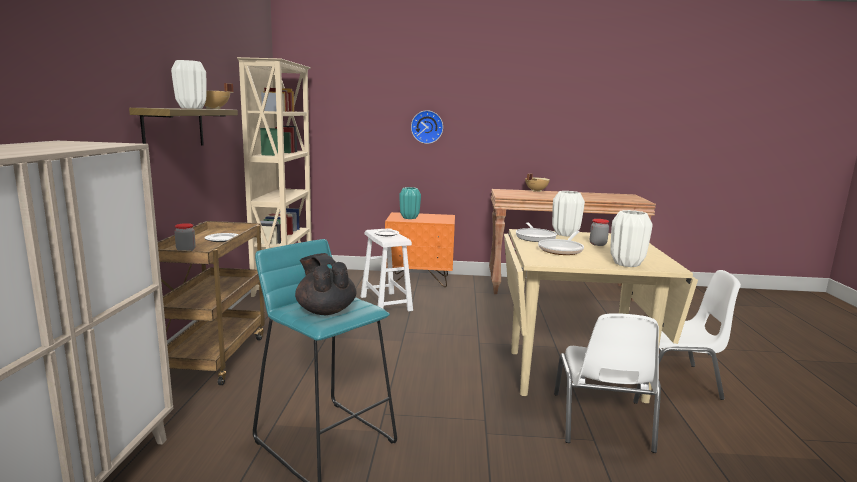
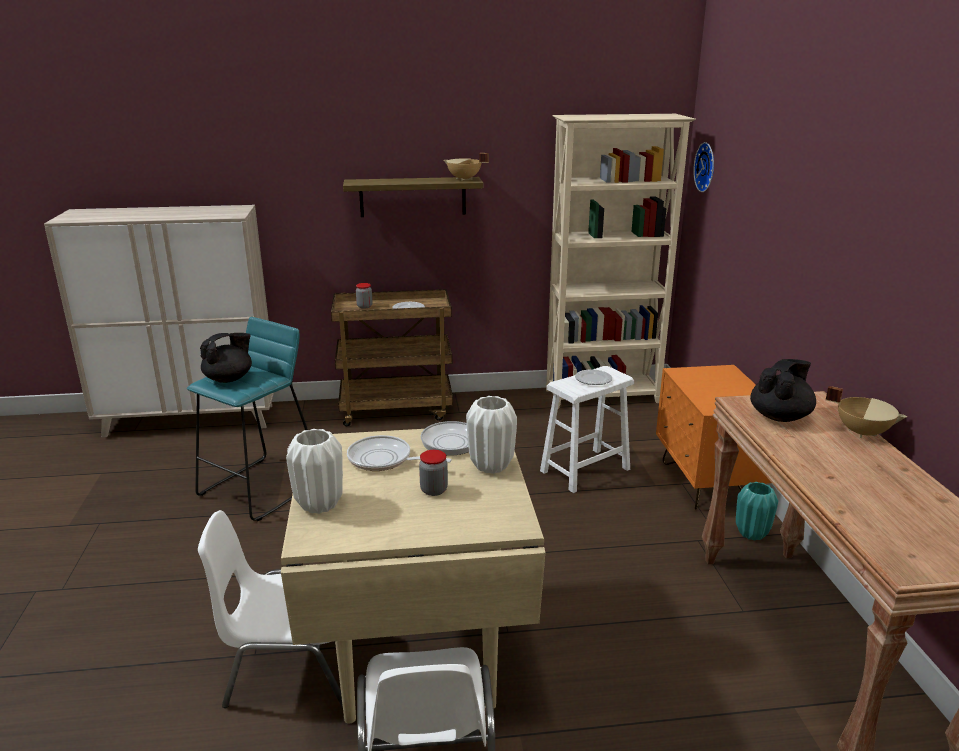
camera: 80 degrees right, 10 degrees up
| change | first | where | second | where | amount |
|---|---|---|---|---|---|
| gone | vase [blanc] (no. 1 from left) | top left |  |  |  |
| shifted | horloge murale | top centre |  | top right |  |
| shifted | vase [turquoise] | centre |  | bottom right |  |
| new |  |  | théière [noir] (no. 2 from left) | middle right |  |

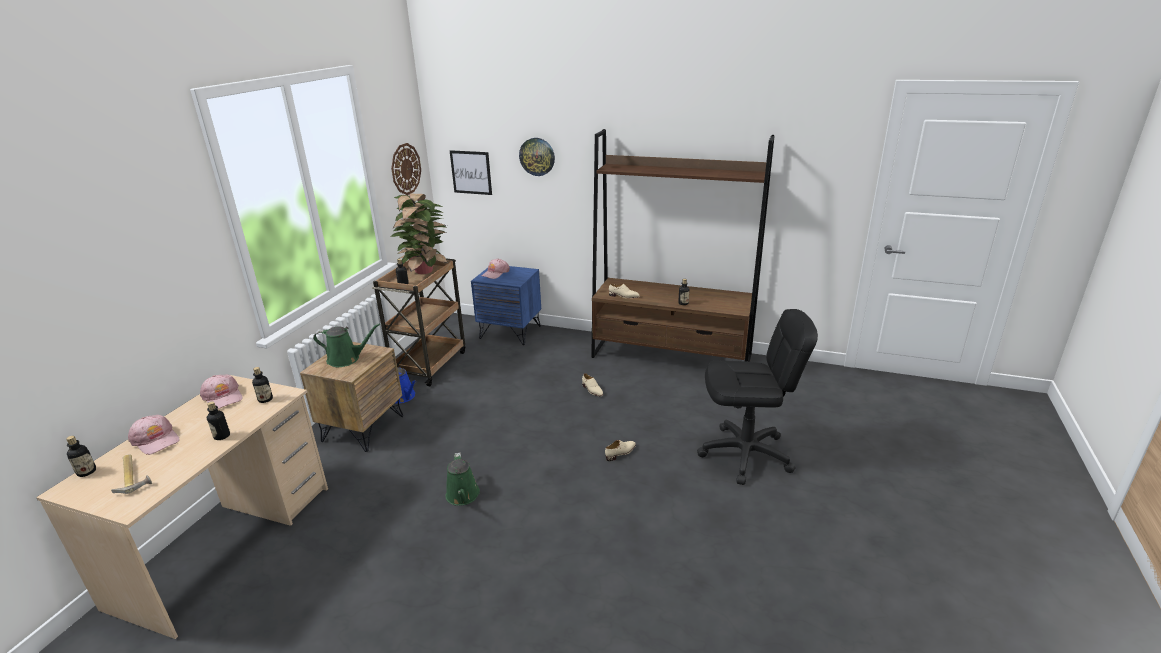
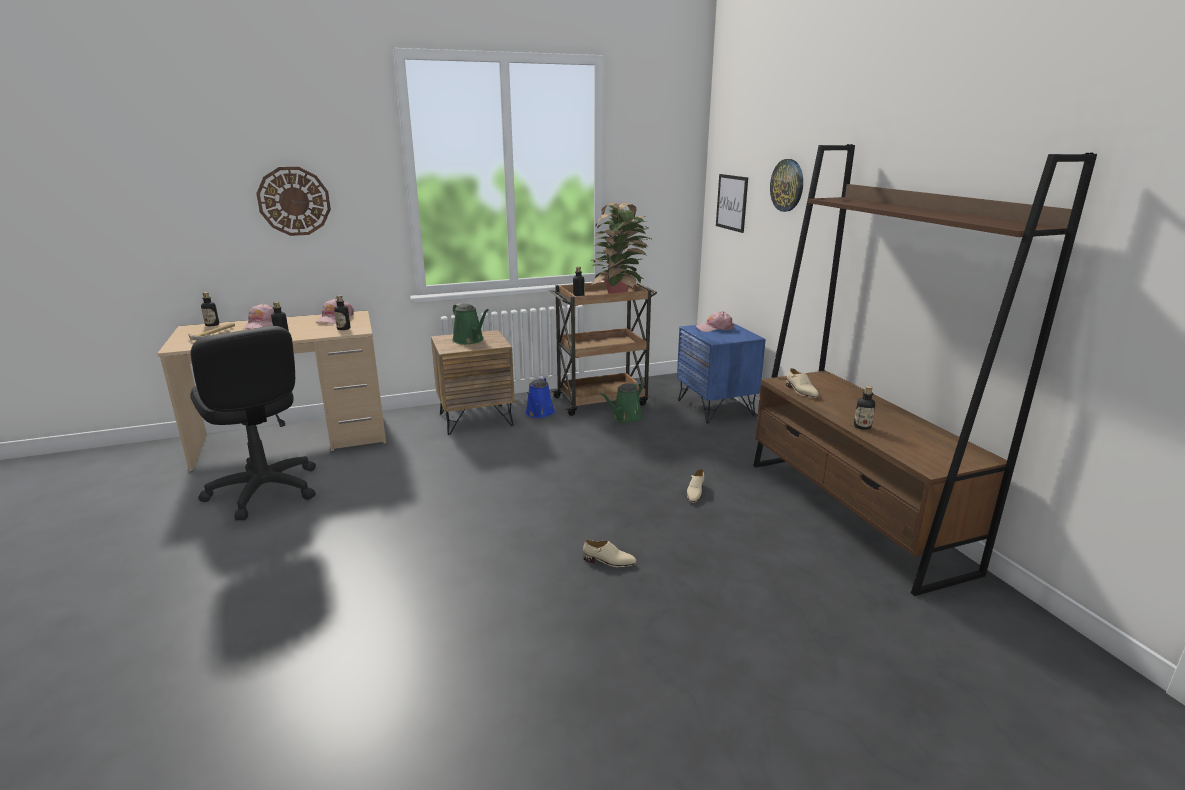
camera: 50 degrees right, 5 degrees down
| change | first | where | second | where | amount |
|---|---|---|---|---|---|
| shifted | horloge murale (no. 1 from left) | top centre |  | top left |  |
| shifted | chaise de bureau [noir] | centre |  | middle left |  |
| shifted | arrosoir [vert] (no. 2 from left) | bottom centre |  | centre |  |

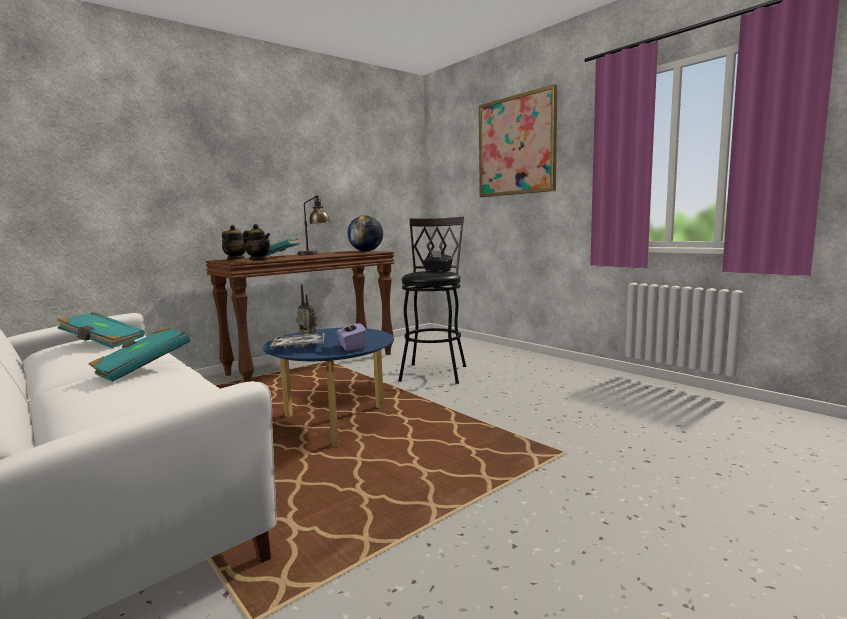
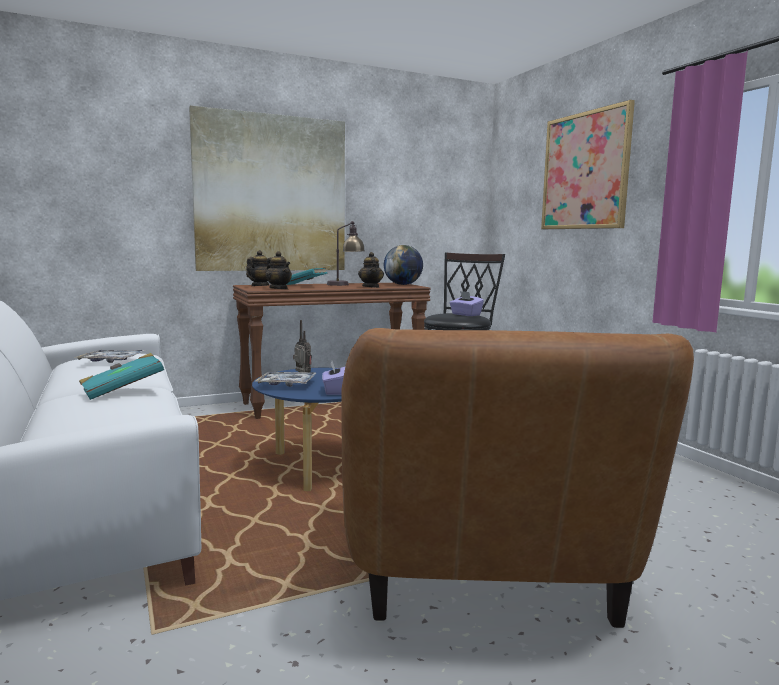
camera: 15 degrees right, 0 degrees up
| change | first | where | second | where | amount |
|---|---|---|---|---|---|
| repainted | boîte à mouchoirs [noir] | centre | boîte à mouchoirs [violet] (no. 2 from left) | centre |  |
| swapped | livre [turquoise] (no. 1 from left) | middle left | plateau (no. 1 from left) | middle left |  |
| new |  |  | tableau (no. 1 from left) | top centre |  |
| new |  |  | théière (no. 3 from left) | centre |  |
| new |  |  | fauteuil [marron] | bottom centre |  |

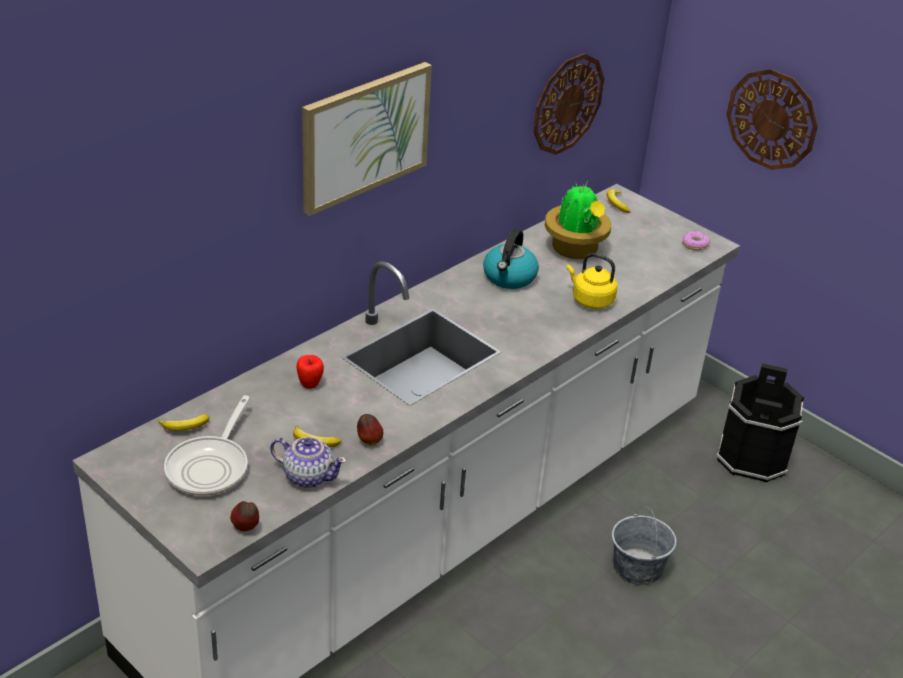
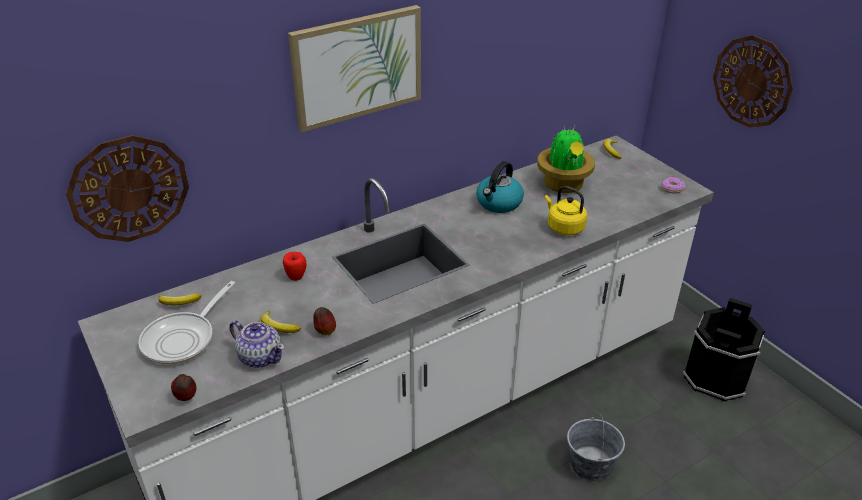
camera: 15 degrees right, 0 degrees up
| change | first | where | second | where | amount |
|---|---|---|---|---|---|
| shifted | horloge murale (no. 1 from left) | top centre |  | middle left |  |

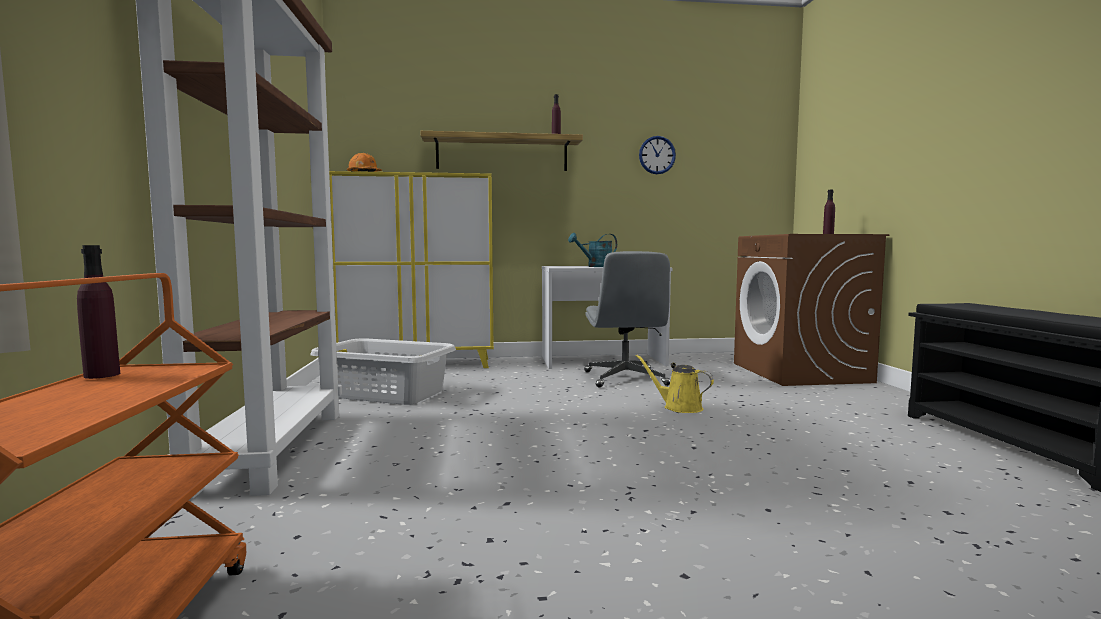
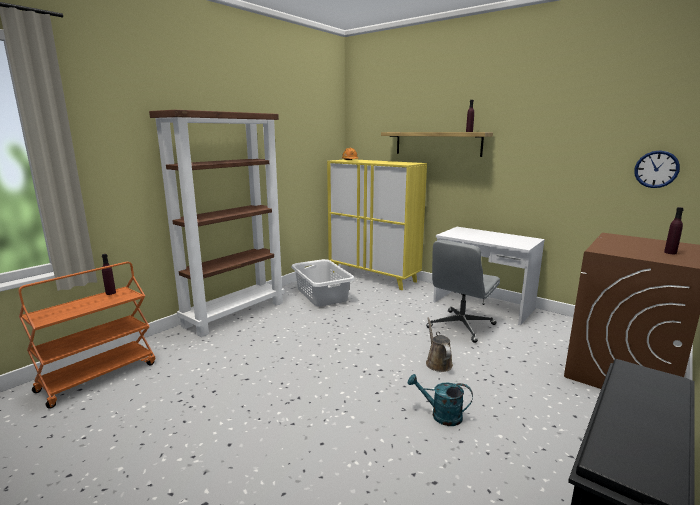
camera: 45 degrees right, 10 degrees up
| change | first | where | second | where | amount |
|---|---|---|---|---|---|
| shifted | horloge murale | top centre |  | middle right |  |
| shifted | arrosoir [turquoise] | centre |  | bottom centre |  |
| repainted | arrosoir [jaune] | centre | arrosoir [marron] | bottom centre |  |

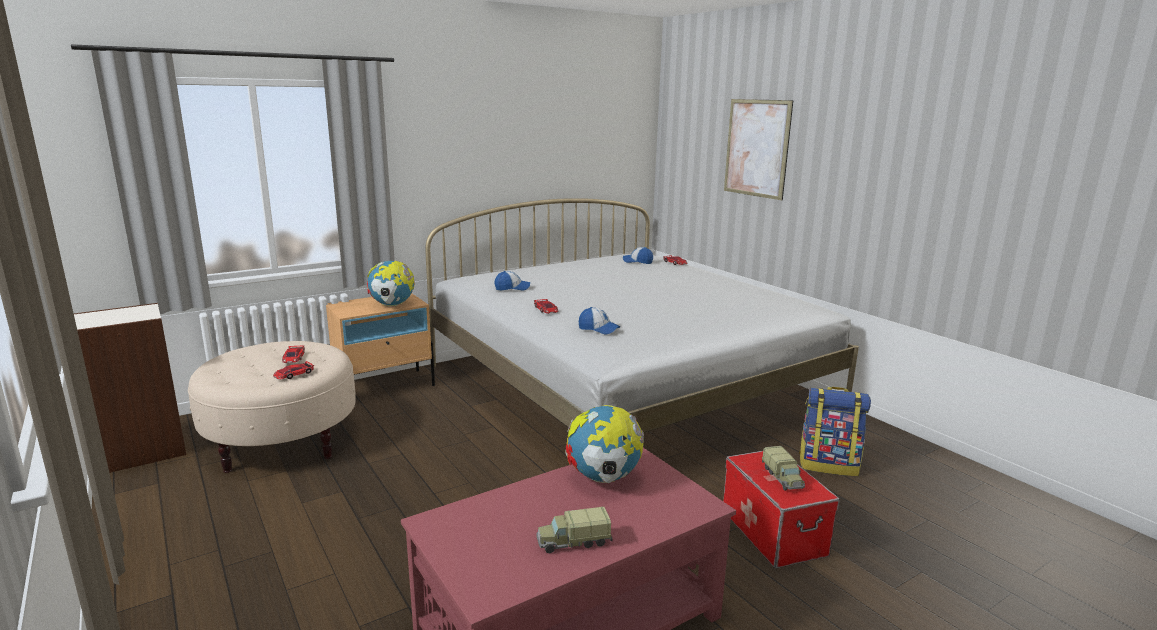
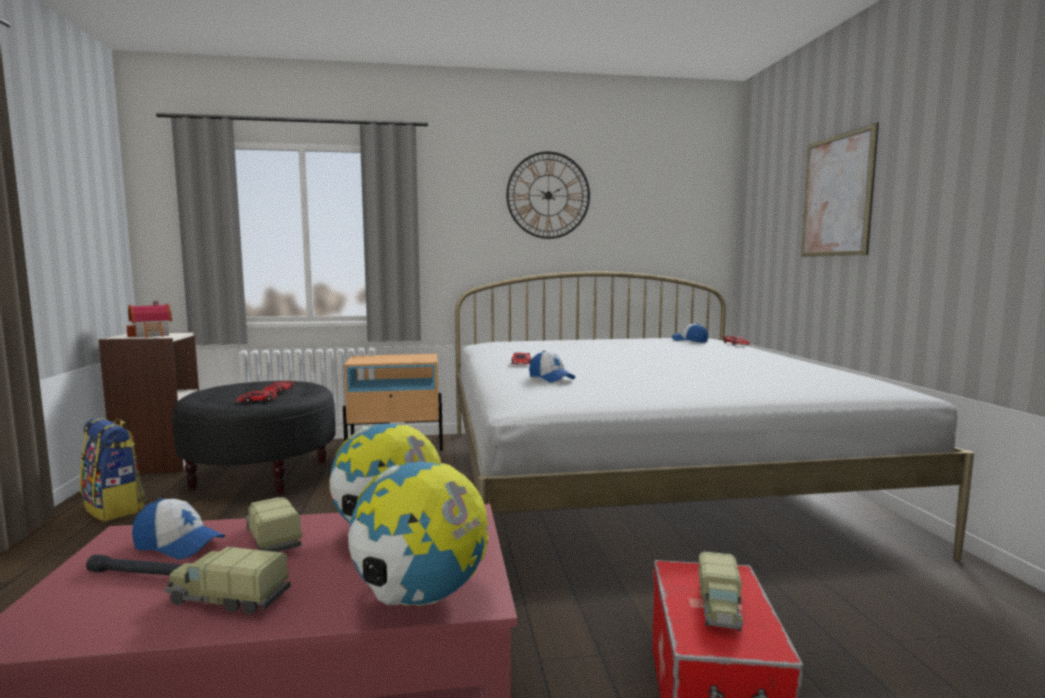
camera: 25 degrees right, 10 degrees down
| change | first | where | second | where | amount |
|---|---|---|---|---|---|
| shifted | globe (no. 1 from left in the first image) | centre | globe (no. 2 from left) | bottom centre |  |
| shifted | casquette (no. 1 from left) | centre |  | bottom left |  |
| repainted | pouf [beige] | middle left | pouf [noir] | middle left |  |
| shifted | sac à dos | bottom right |  | bottom left |  |
| new |  |  | horloge murale | top centre |  |
| new |  |  | maison miniature | middle left |  |
| new |  |  | camion jouet (no. 2 from left) | bottom left |  |
| new |  |  | lampe de poche [noir] | bottom left |  |

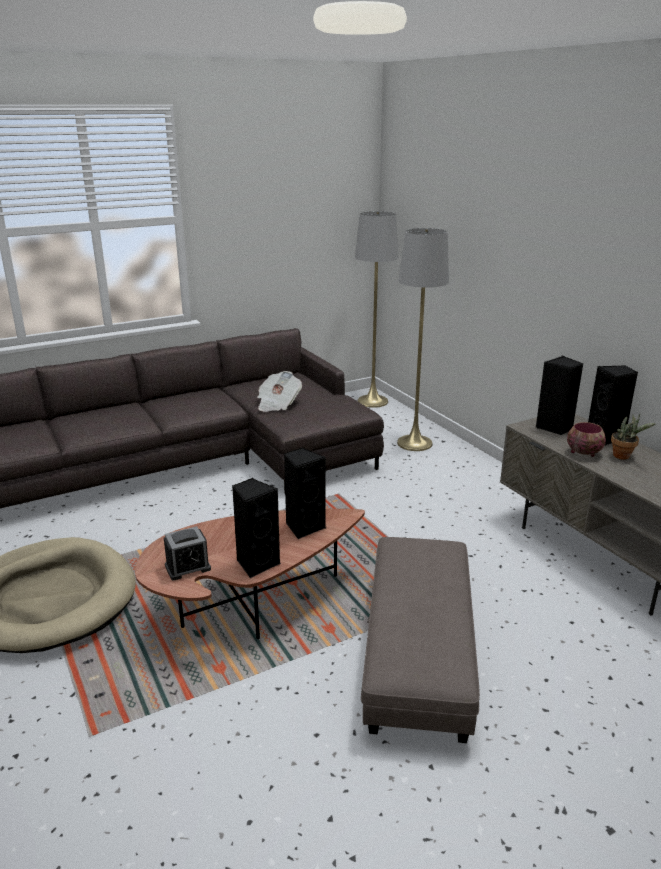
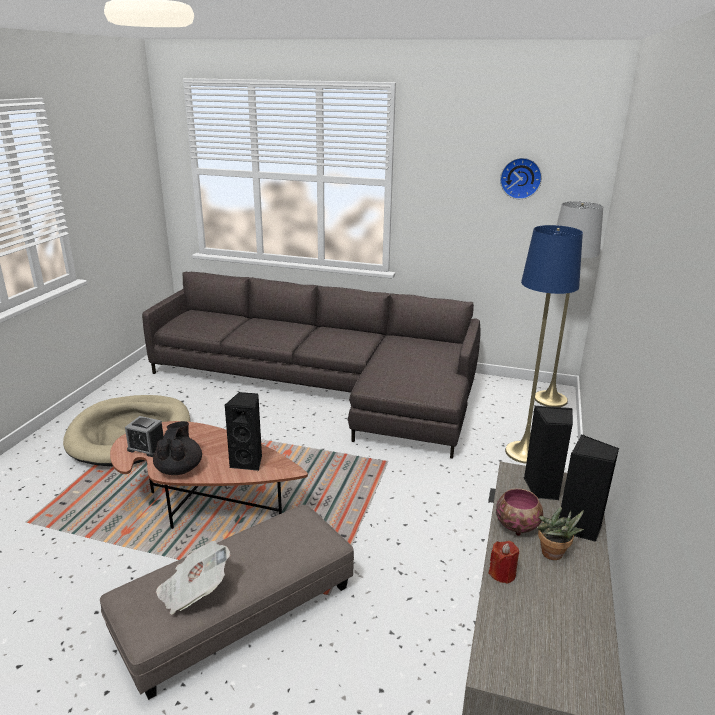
camera: 45 degrees right, 0 degrees up
| change | first | where | second | where | amount |
|---|---|---|---|---|---|
| repainted | lampadaire [gris] (no. 2 from left) | centre | lampadaire [bleu] | middle right |  |
| shifted | journal | centre |  | bottom left |  |
| swapped | enceinte [noir] (no. 1 from left) | centre | théière [noir] | middle left |  |
| new |  |  | horloge murale | top right |  |
| new |  |  | bougie [rouge] | bottom right |  |

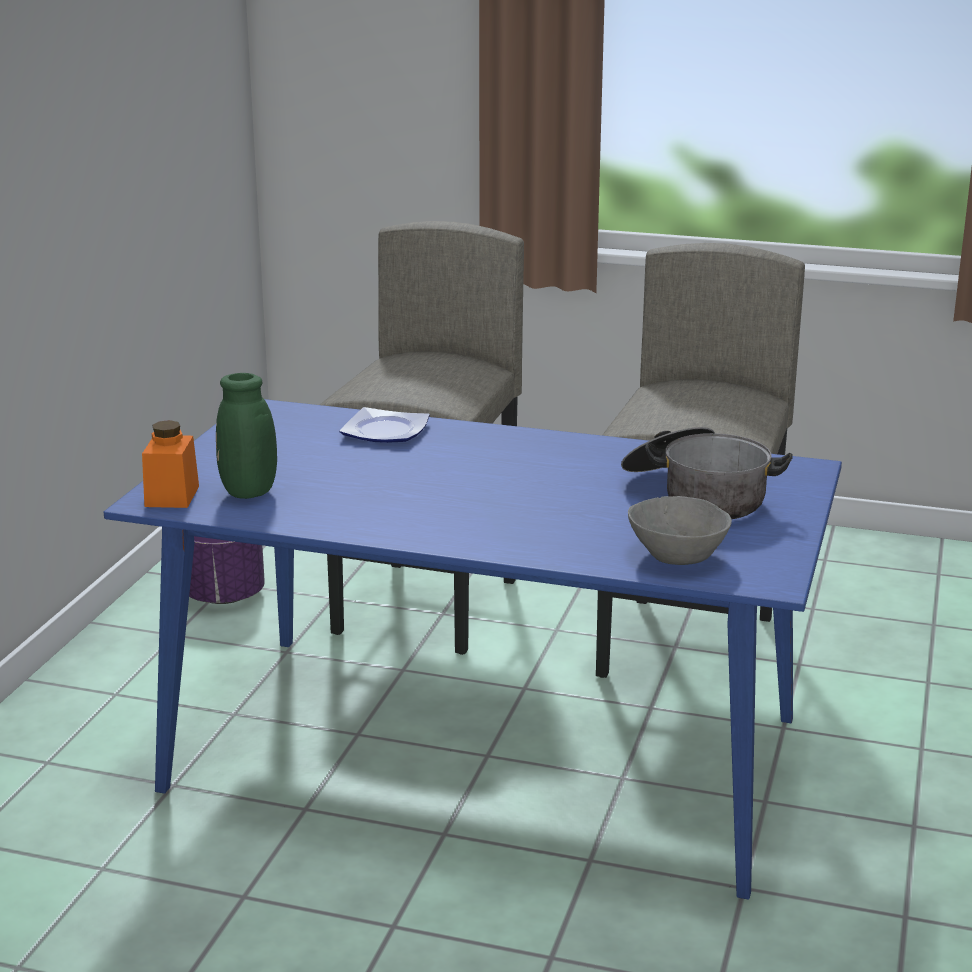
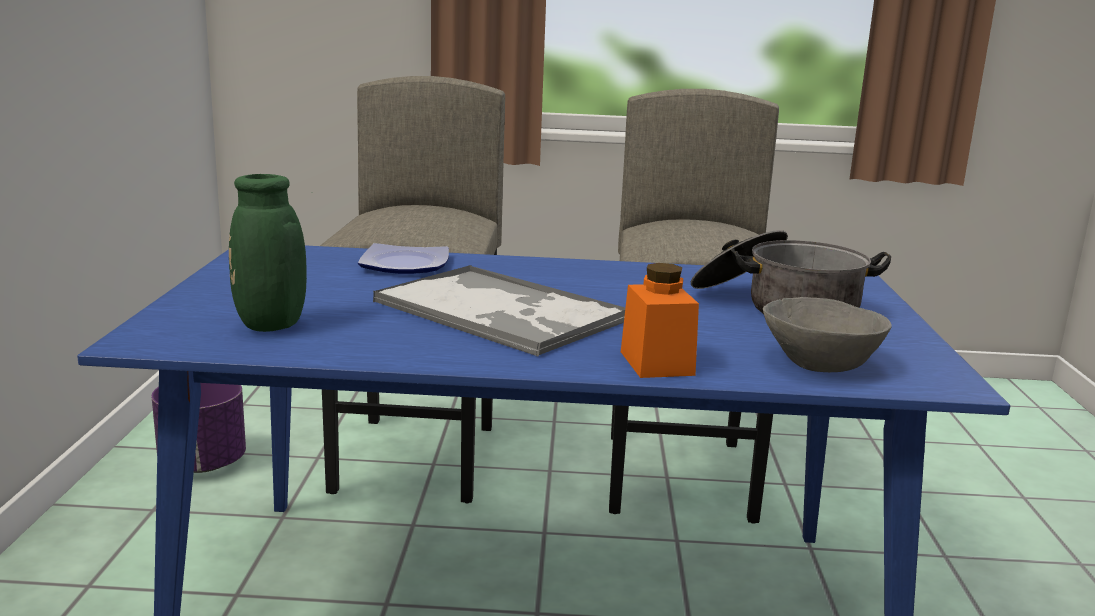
camera: 15 degrees left, 5 degrees down
| change | first | where | second | where | amount |
|---|---|---|---|---|---|
| shifted | bocal [orange] | middle left |  | centre |  |
| new |  |  | plateau | centre |  |

